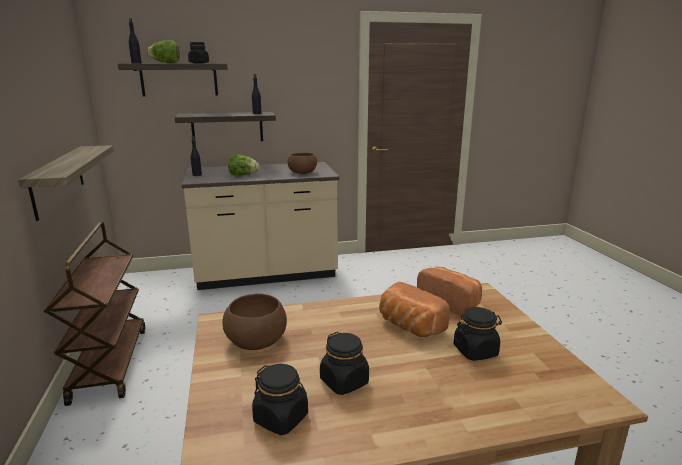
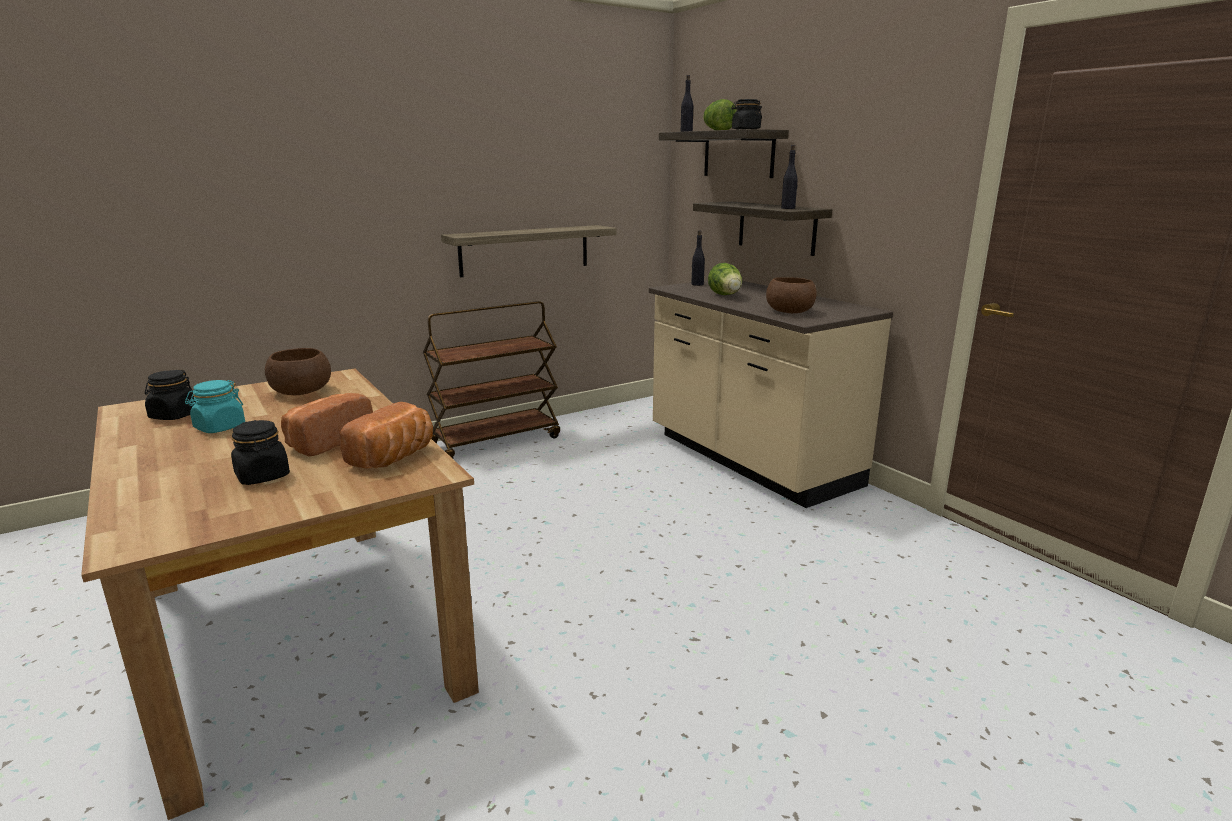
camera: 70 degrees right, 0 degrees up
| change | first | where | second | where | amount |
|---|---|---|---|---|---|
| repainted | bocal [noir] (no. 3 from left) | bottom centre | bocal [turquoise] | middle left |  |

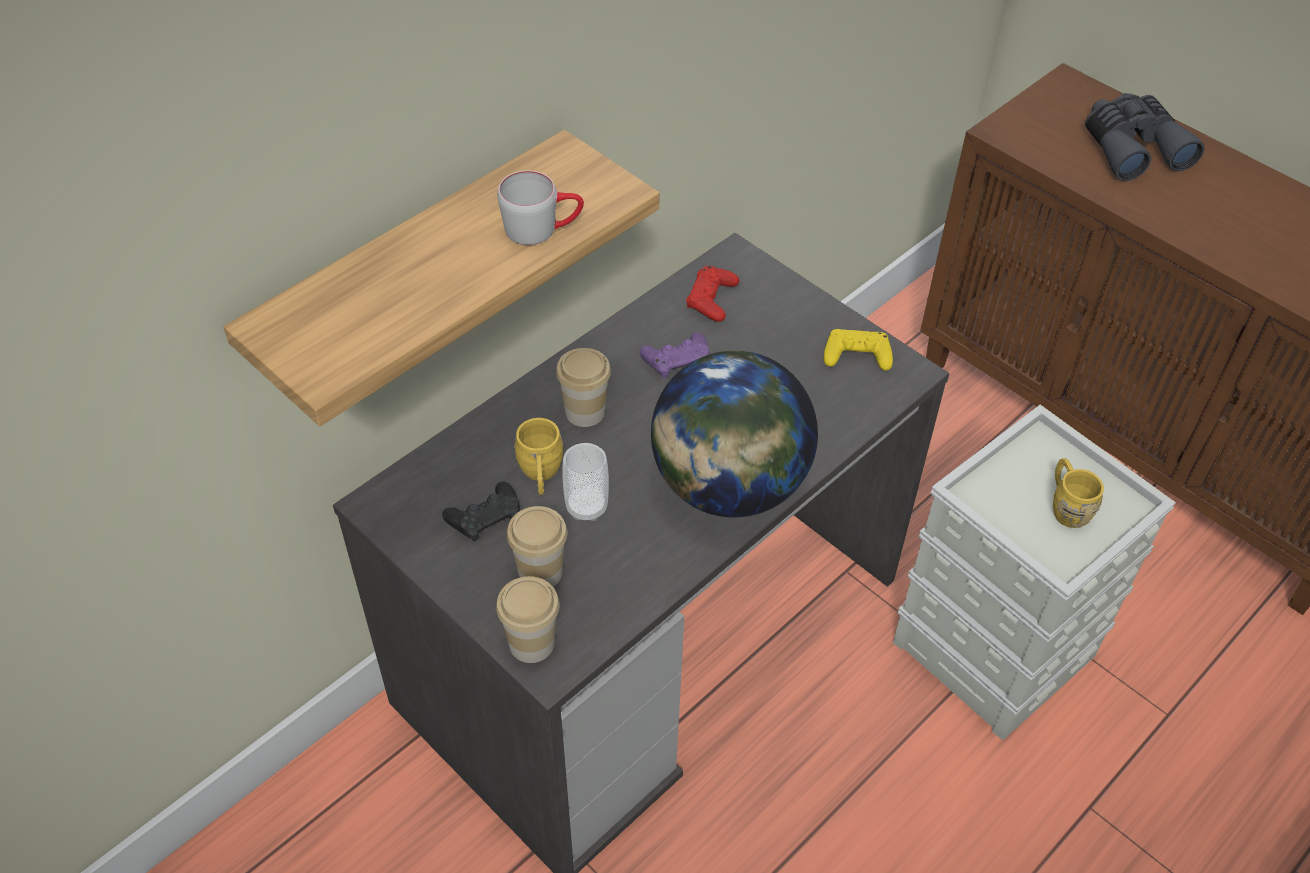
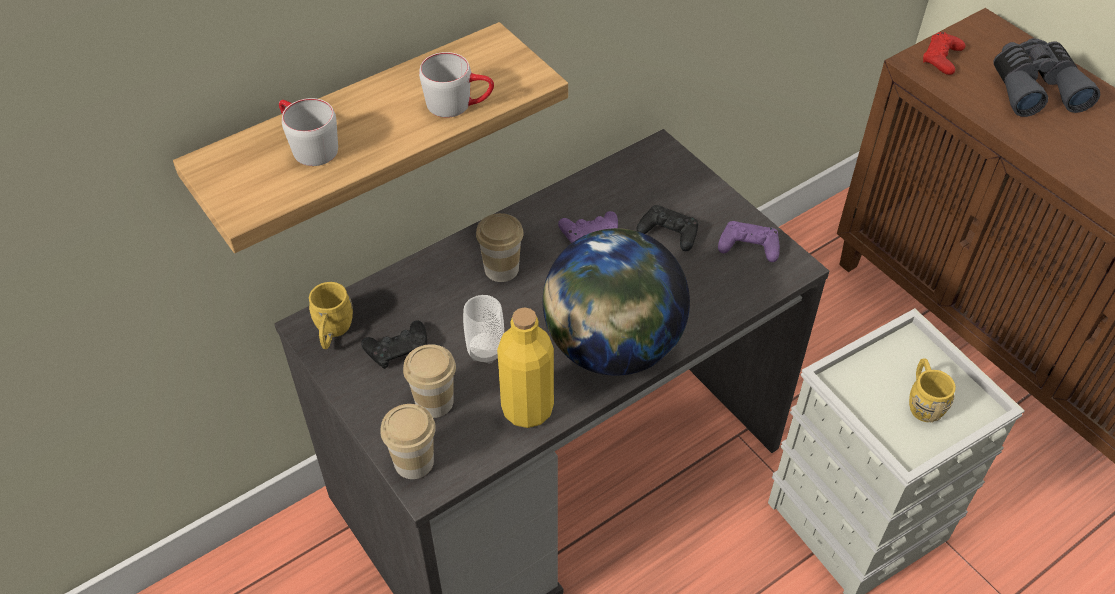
camera: 10 degrees right, 0 degrees up
| change | first | where | second | where | amount |
|---|---|---|---|---|---|
| shifted | manette [rouge] | centre |  | top right |  |
| repainted | manette [jaune] | centre | manette [violet] (no. 2 from left) | middle right |  |
| shifted | mug [jaune] (no. 1 from left) | centre |  | middle left |  |
| new |  |  | mug [gris] (no. 1 from left) | top left |  |
| new |  |  | manette [noir] (no. 2 from left) | centre |  |
| new |  |  | bouteille [jaune] | centre |  |

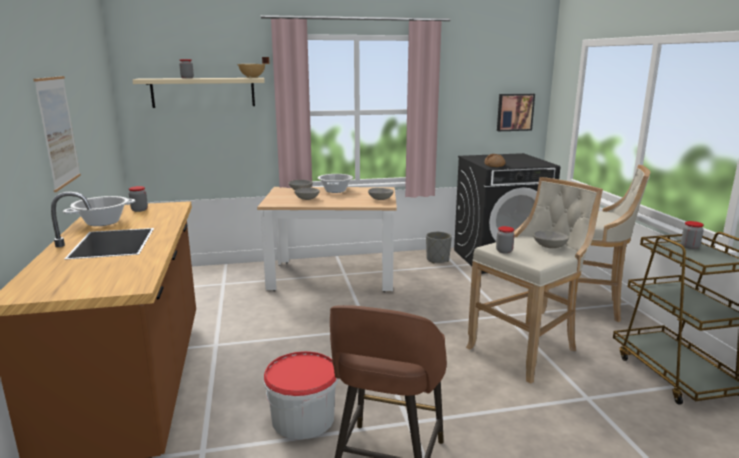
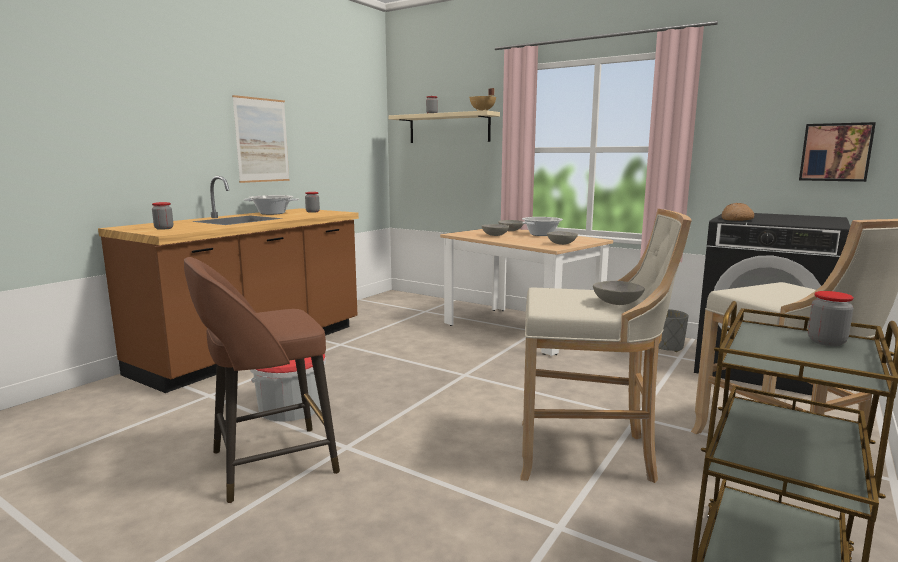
camera: 45 degrees right, 5 degrees down
| change | first | where | second | where | amount |
|---|---|---|---|---|---|
| shifted | bocal (no. 3 from left in the first image) | middle right | bocal (no. 1 from left) | middle left |  |

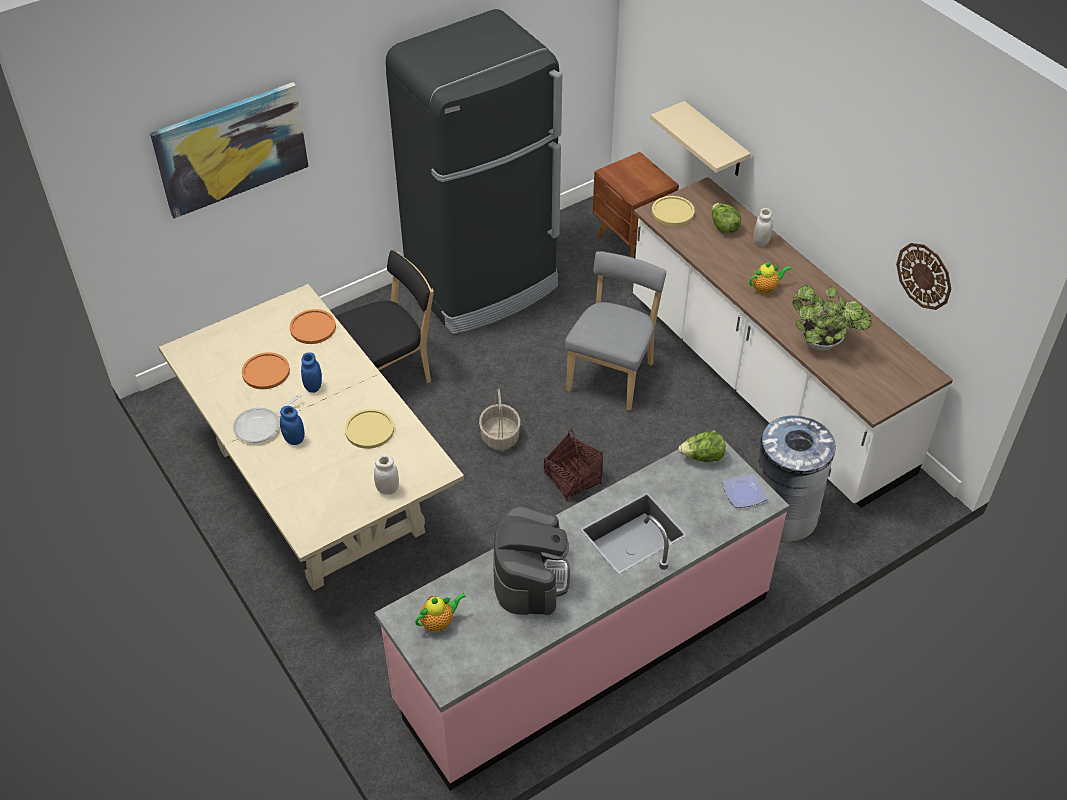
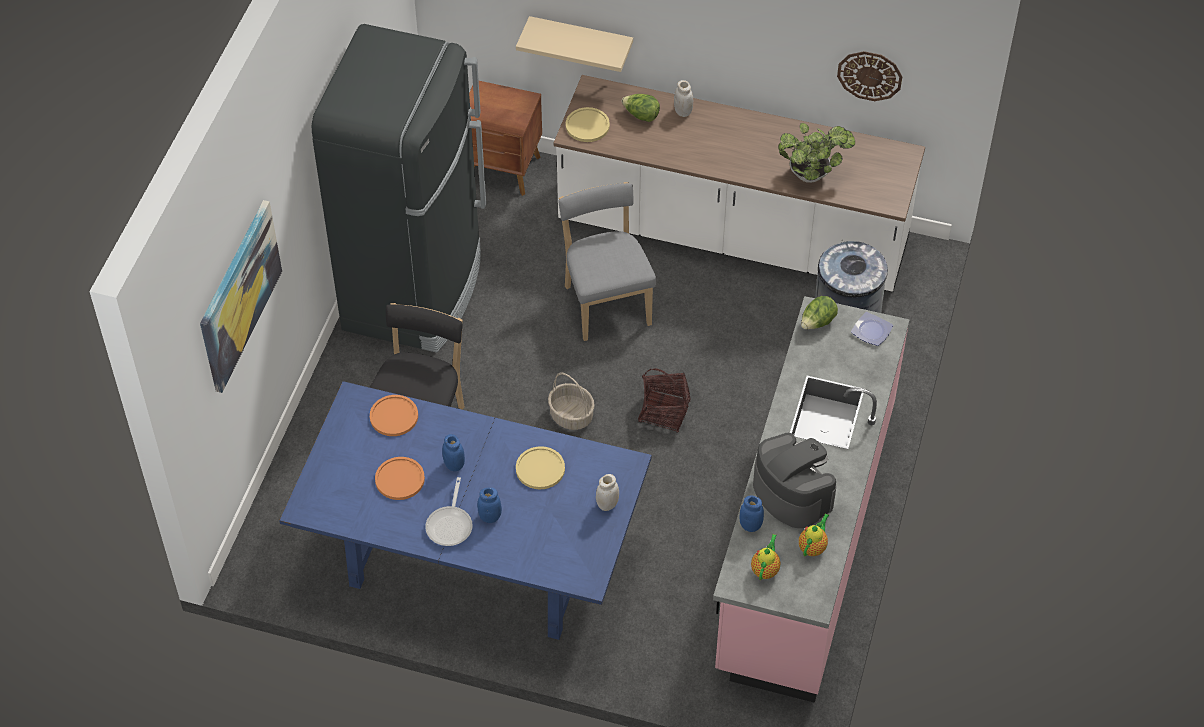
camera: 40 degrees left, 5 degrees up
| change | first | where | second | where | amount |
|---|---|---|---|---|---|
| shifted | théière (no. 2 from left) | middle right |  | bottom right |  |
| repainted | table à manger [beige] | middle left | table à manger [bleu] | bottom centre |  |
| new |  |  | bocal [bleu] (no. 3 from left) | bottom centre |  |

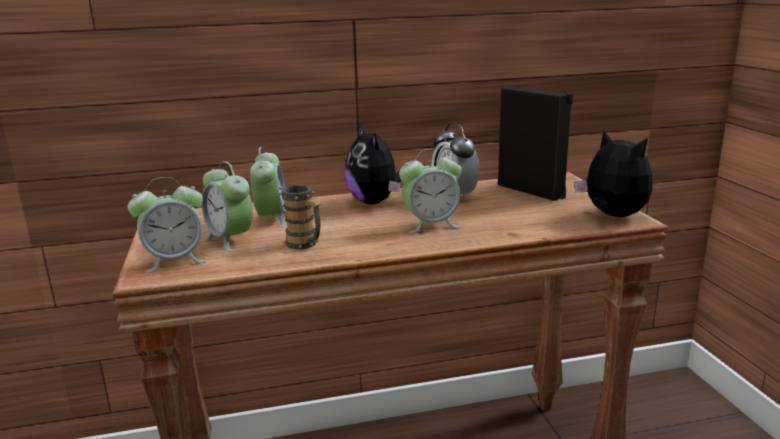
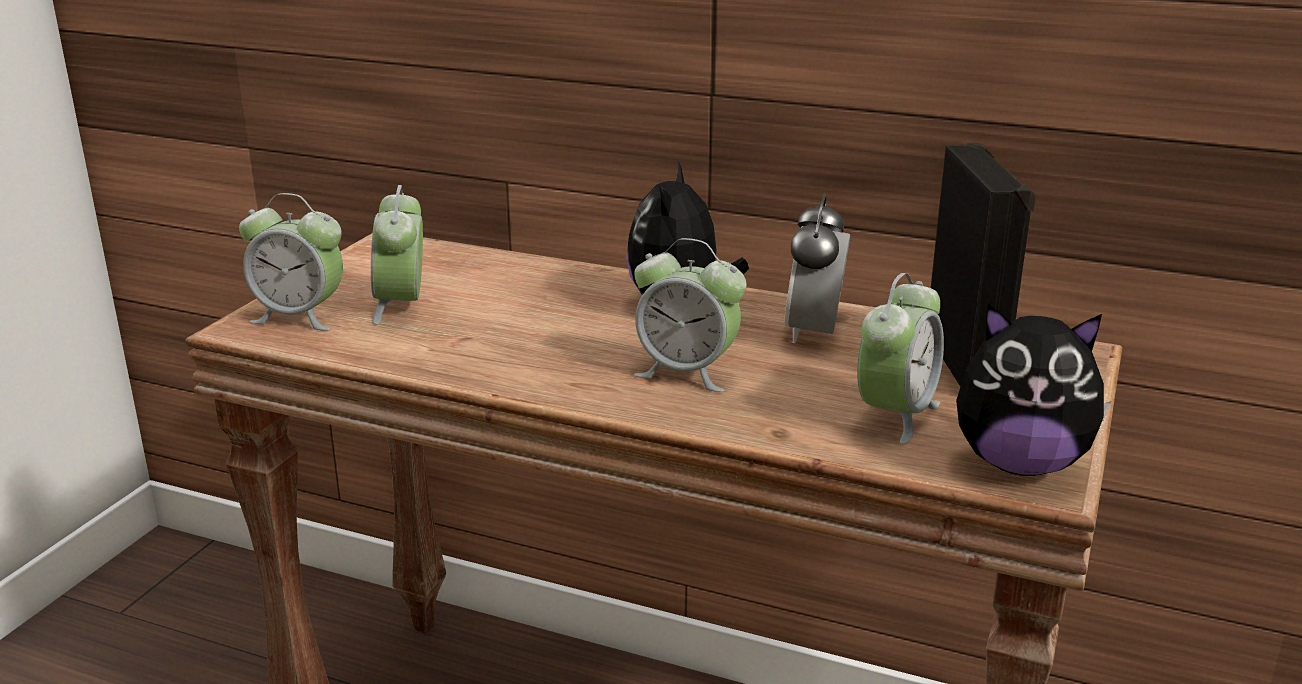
camera: 35 degrees right, 5 degrees up
| change | first | where | second | where | amount |
|---|---|---|---|---|---|
| rotated | peluche (no. 2 from left) | middle right |  | middle right | 105 degrees clockwise |
| shifted | réveil (no. 3 from left in the first image) | centre | réveil (no. 5 from left) | middle right |  |
| gone | mug | centre |  |  |  |

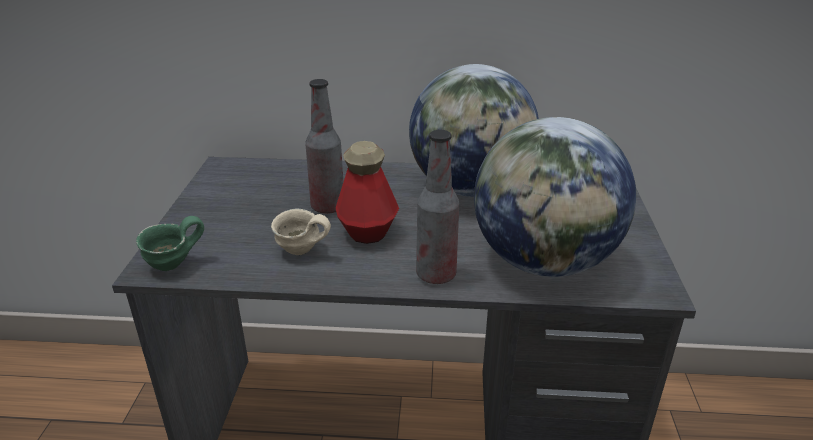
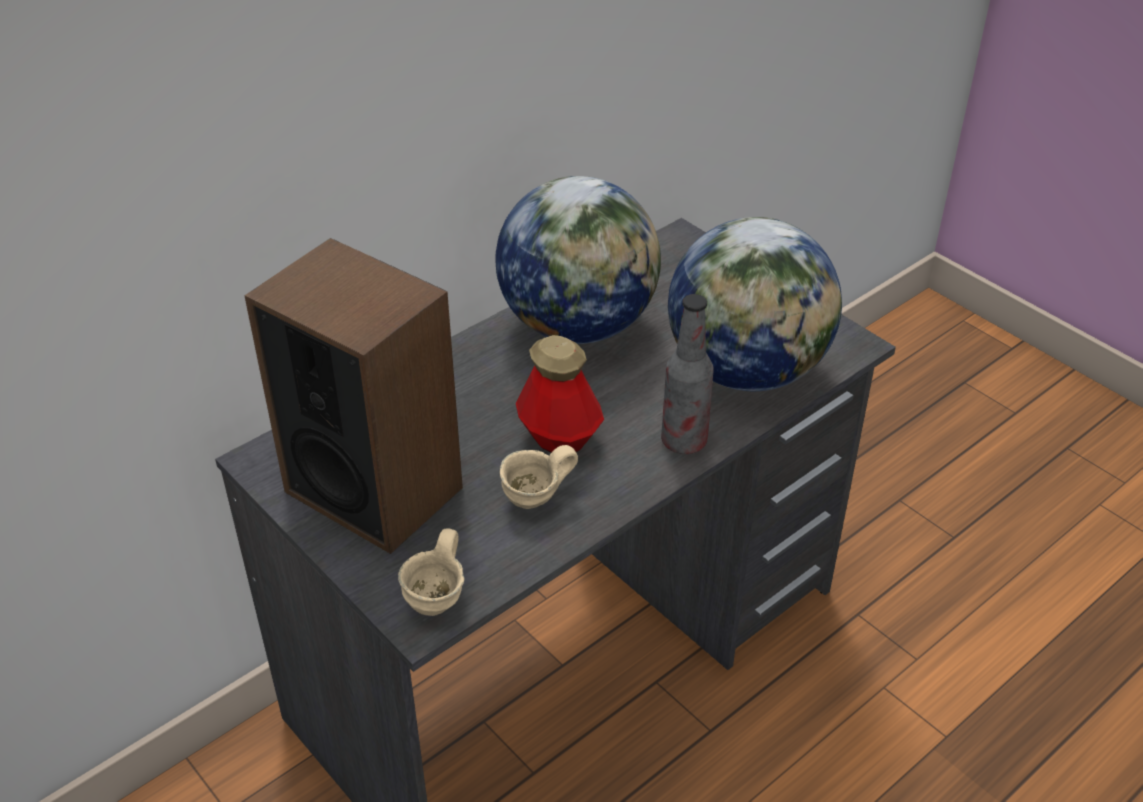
camera: 45 degrees left, 10 degrees up
| change | first | where | second | where | amount |
|---|---|---|---|---|---|
| gone | bouteille (no. 1 from left) | top centre |  |  |  |
| repainted | mug [vert] | middle left | mug [beige] (no. 1 from left) | bottom centre |  |
| new |  |  | enceinte | middle left |  |

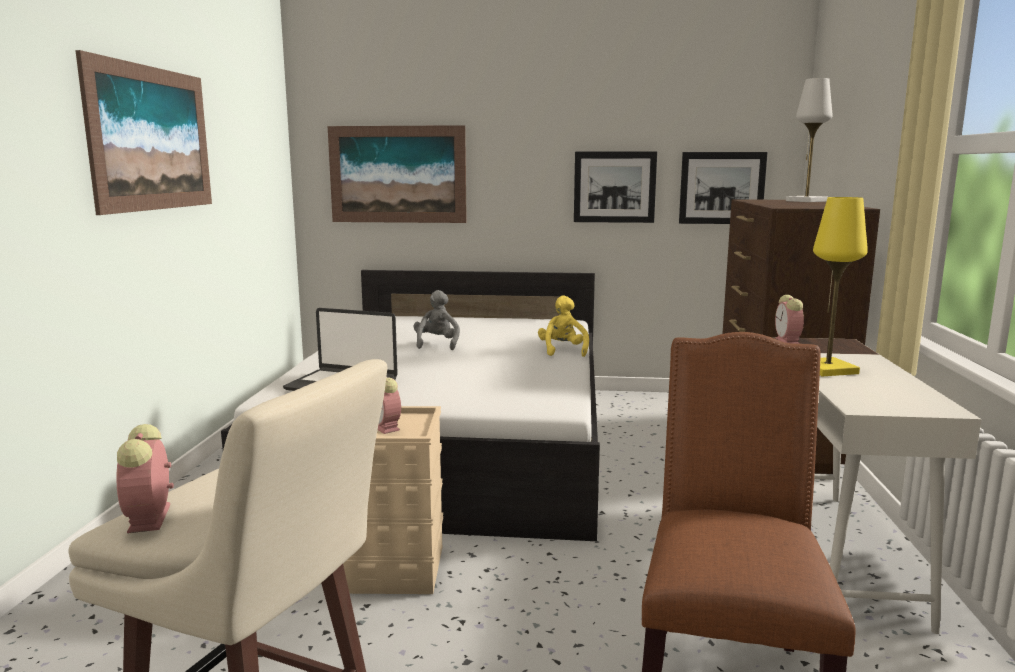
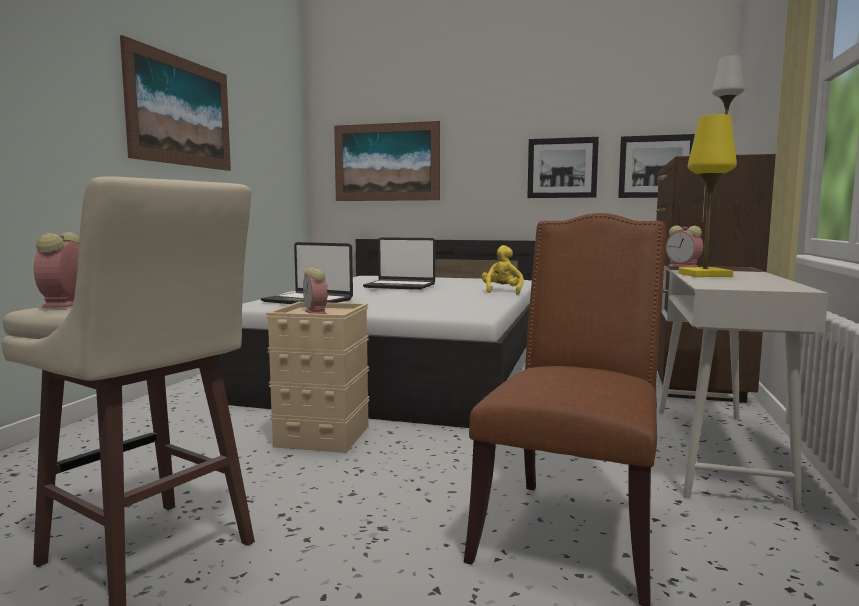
camera: 10 degrees right, 5 degrees down
| change | first | where | second | where | amount |
|---|---|---|---|---|---|
| swapped | peluche [gris] | centre | ordinateur portable (no. 2 from left) | centre |  |
| rotated | réveil (no. 3 from left) | middle right |  | middle right | 45 degrees counterclockwise |

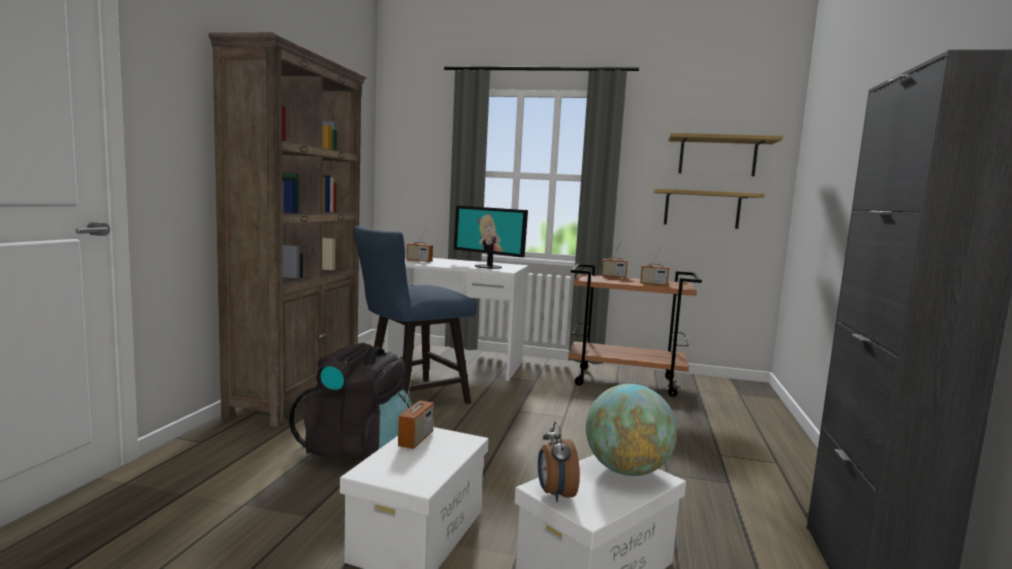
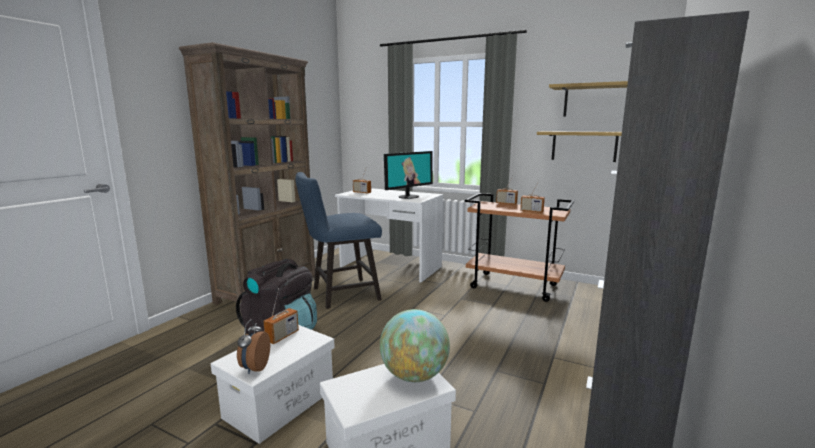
camera: 15 degrees right, 5 degrees up
| change | first | where | second | where | amount |
|---|---|---|---|---|---|
| rotated | écran d'ordinateur | centre |  | centre | 90 degrees counterclockwise |
| shifted | réveil | bottom centre |  | bottom left |  |

